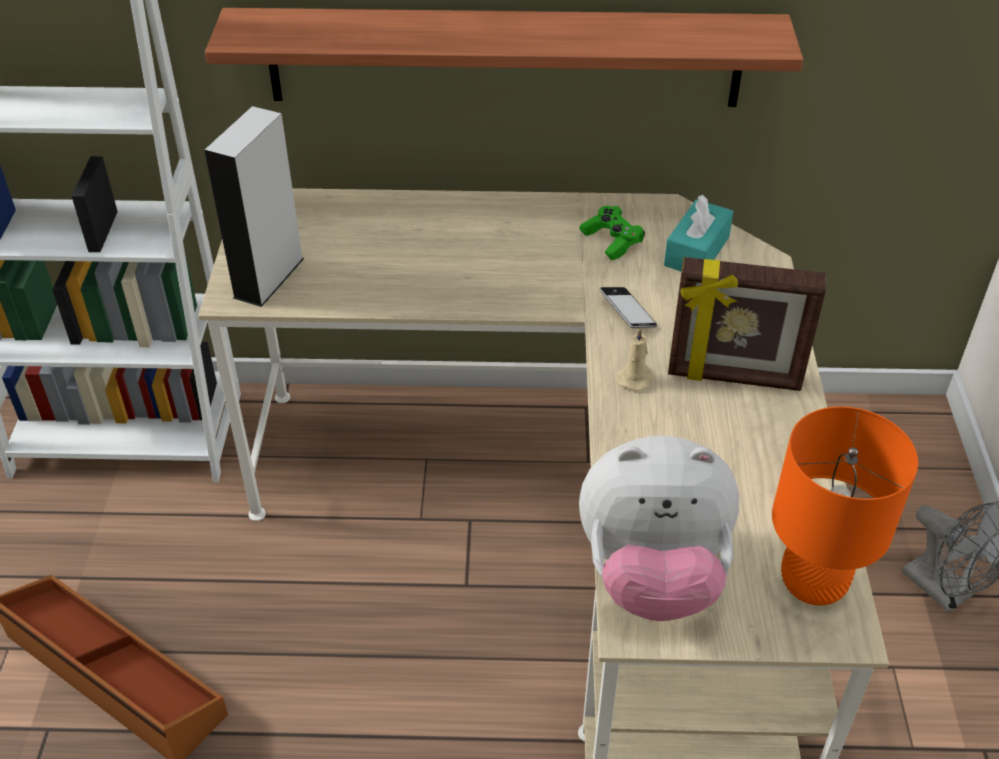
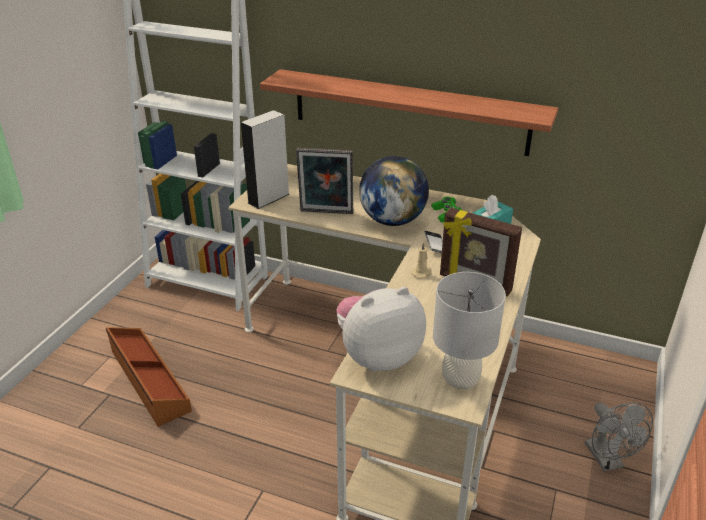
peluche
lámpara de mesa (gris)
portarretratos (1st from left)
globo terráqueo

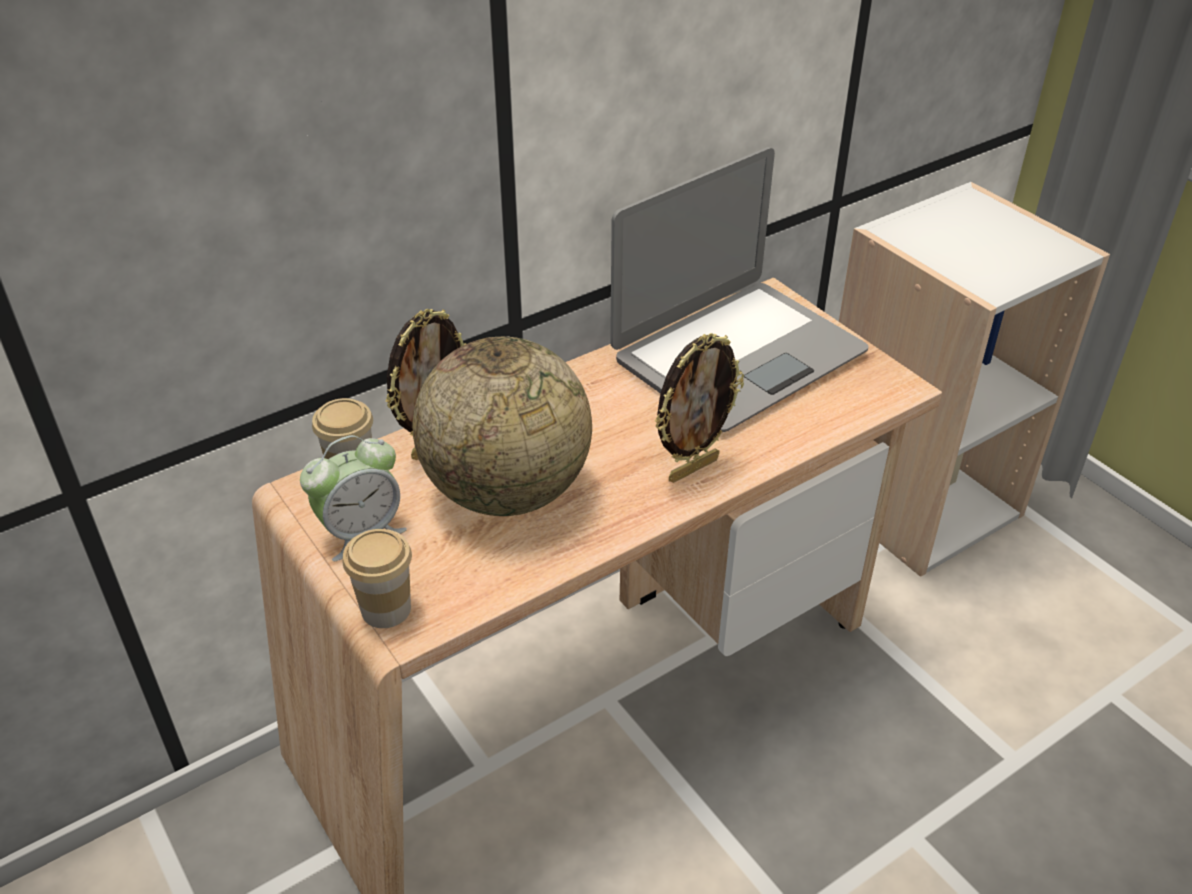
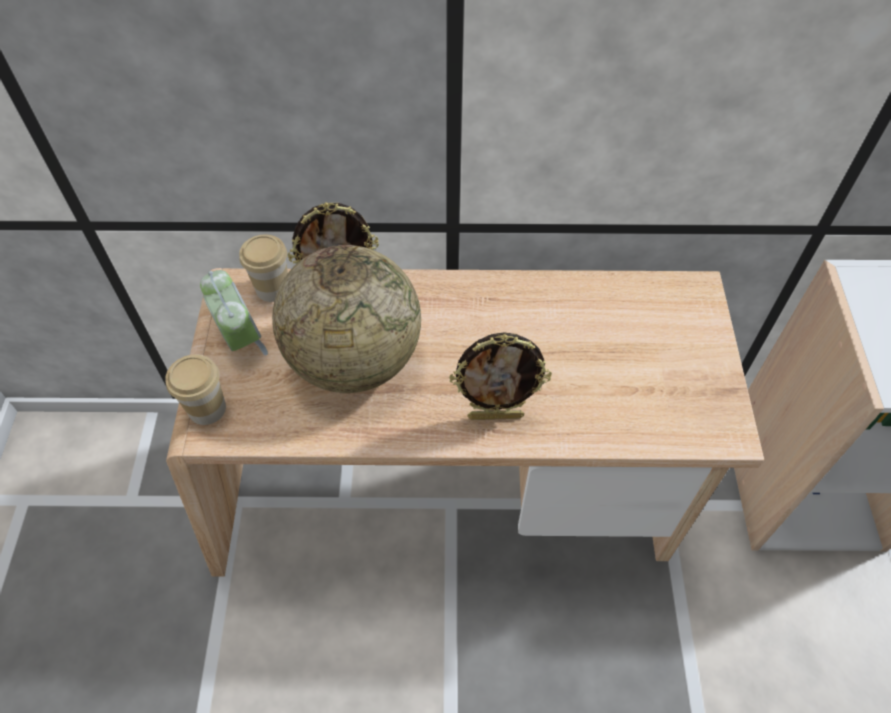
despertador
portátil

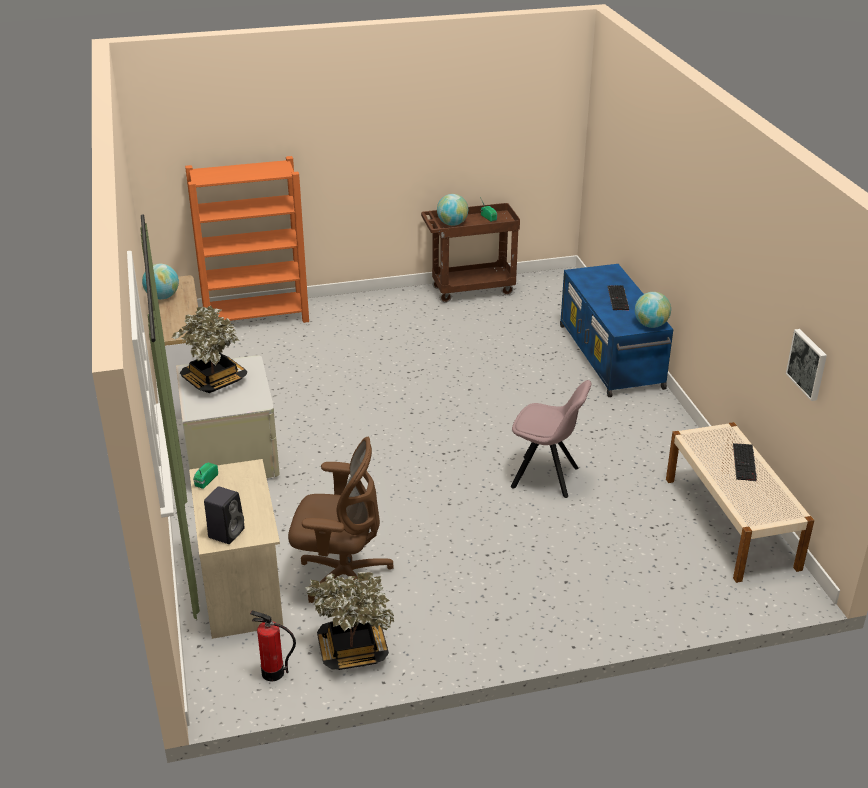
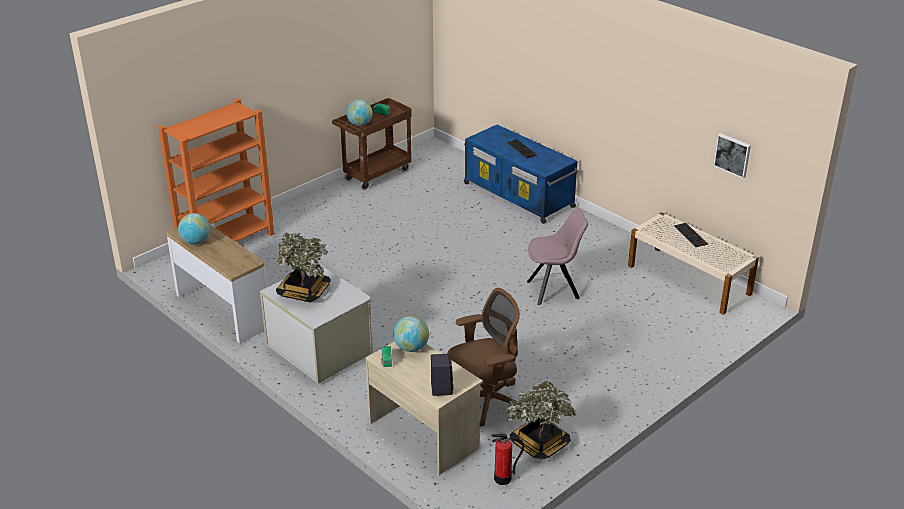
globo terráqueo (3rd from left)

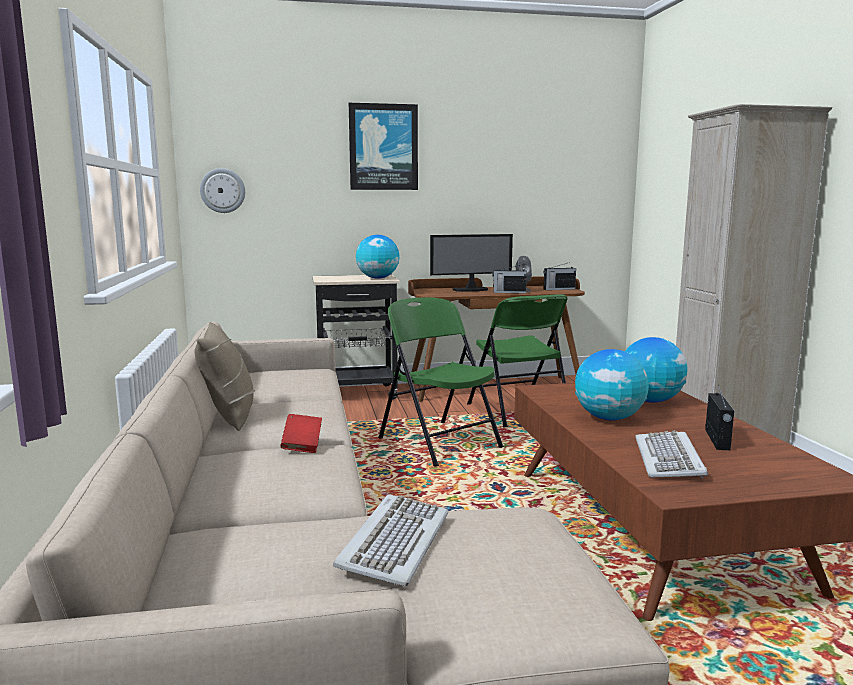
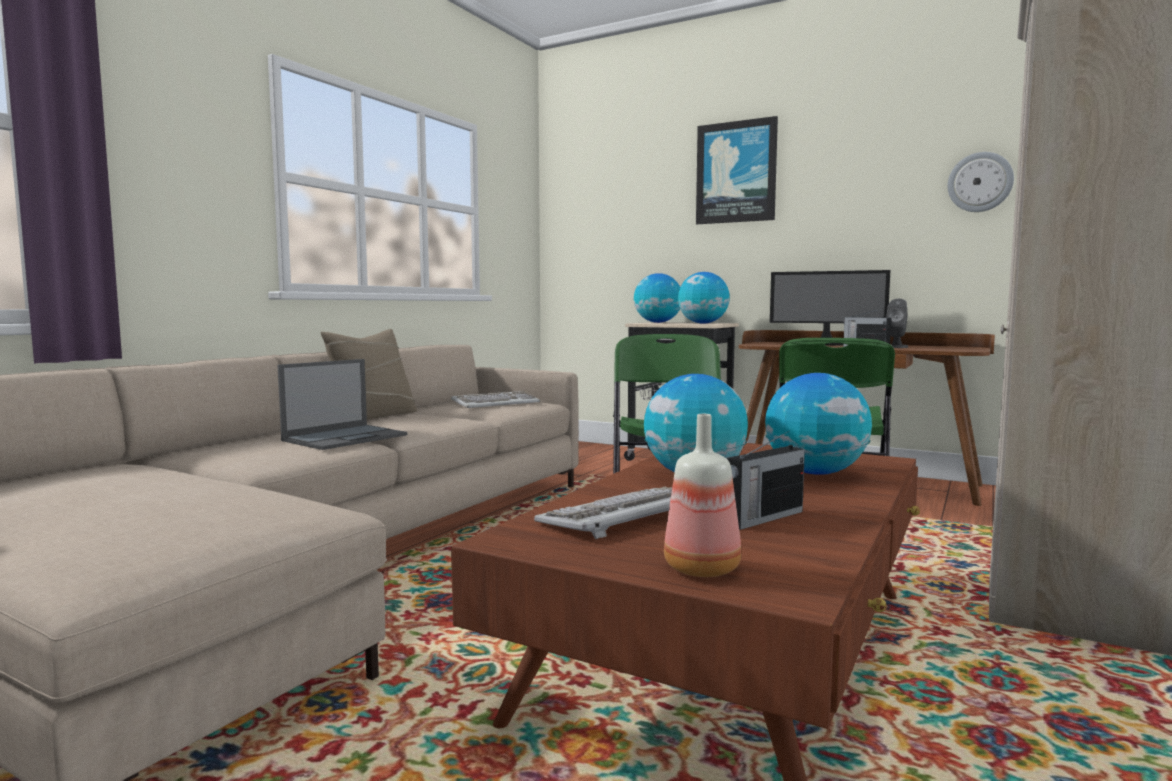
reloj de pared
portátil
teclado (1st from left)
radio (2nd from left in the first image)
globo terráqueo (1st from left)
botella

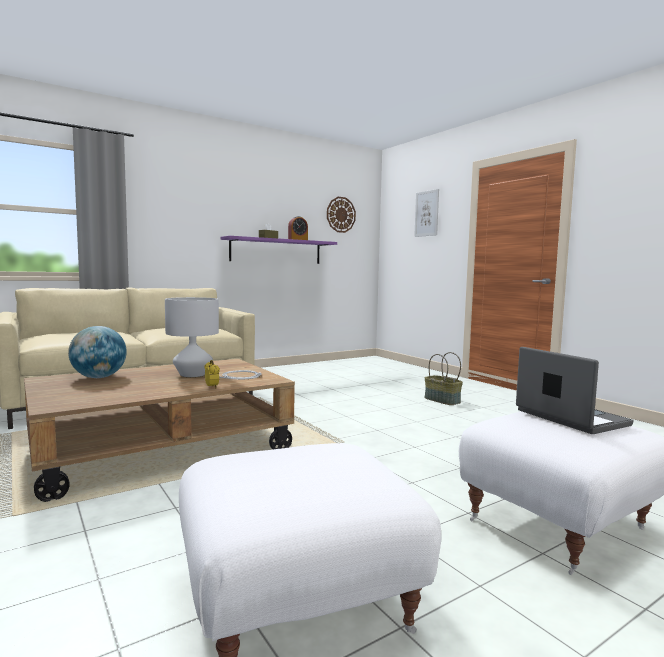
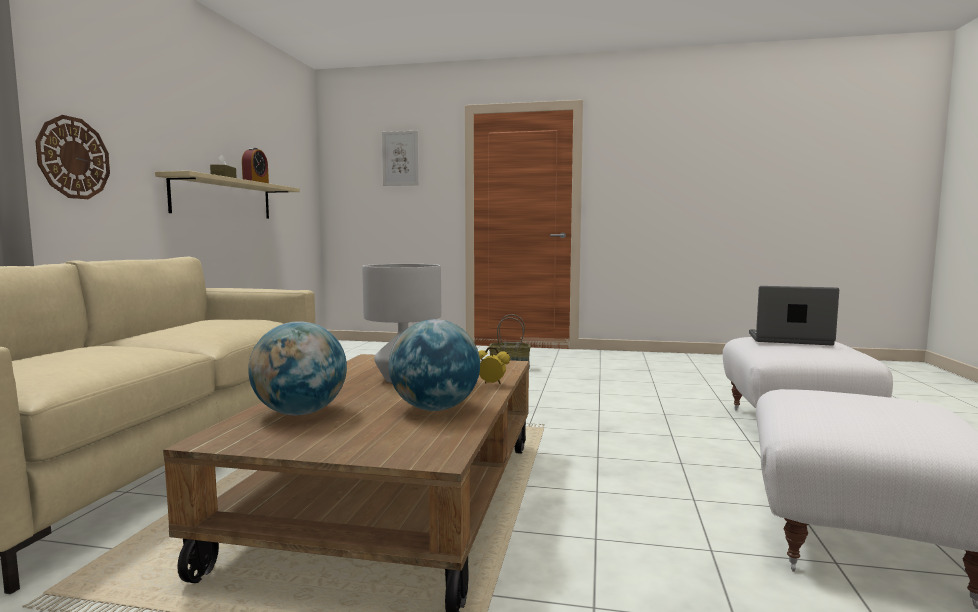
estante (beis)
reloj de pared
globo terráqueo (2nd from left)

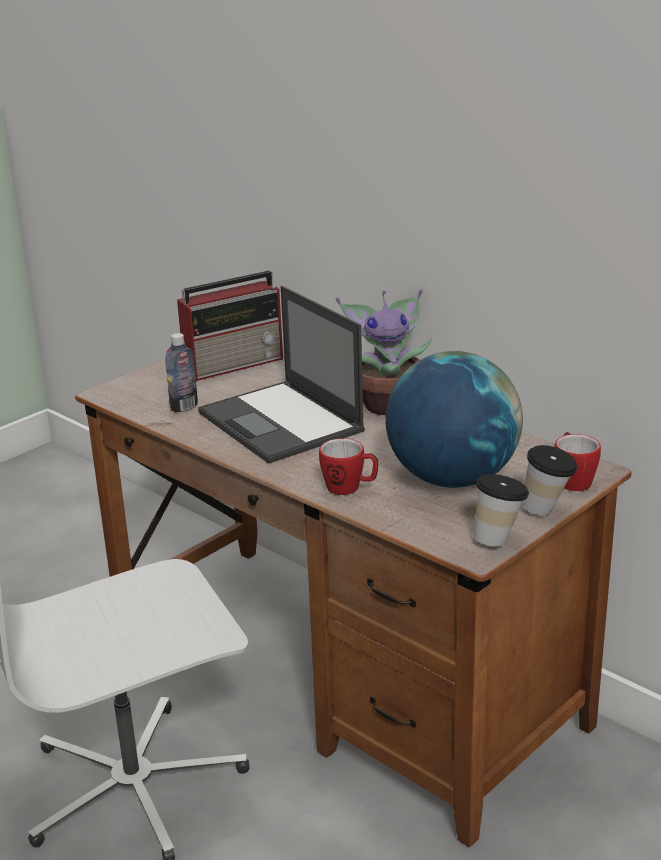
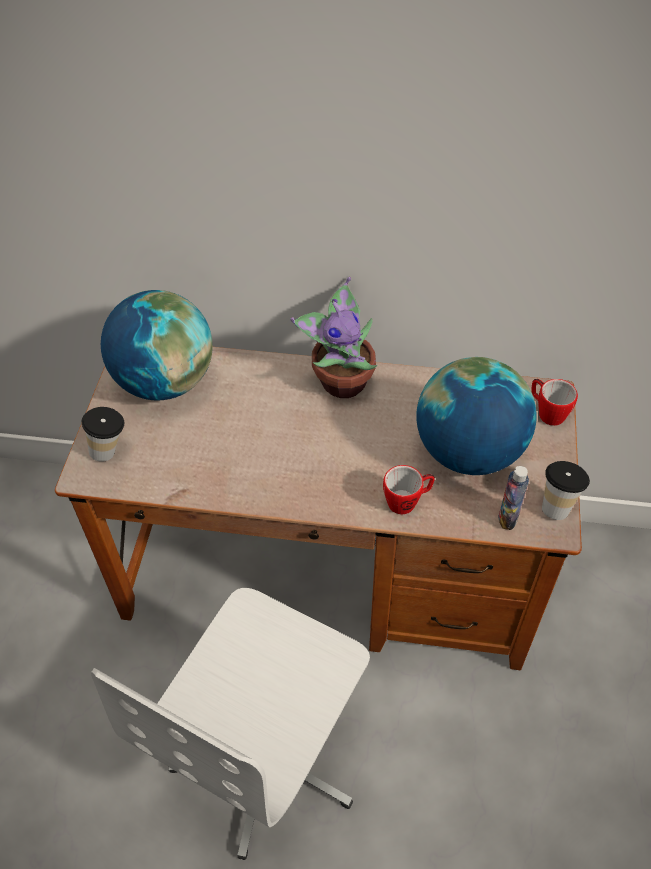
botella
globo terráqueo (1st from left)
portátil
taza (1st from left)

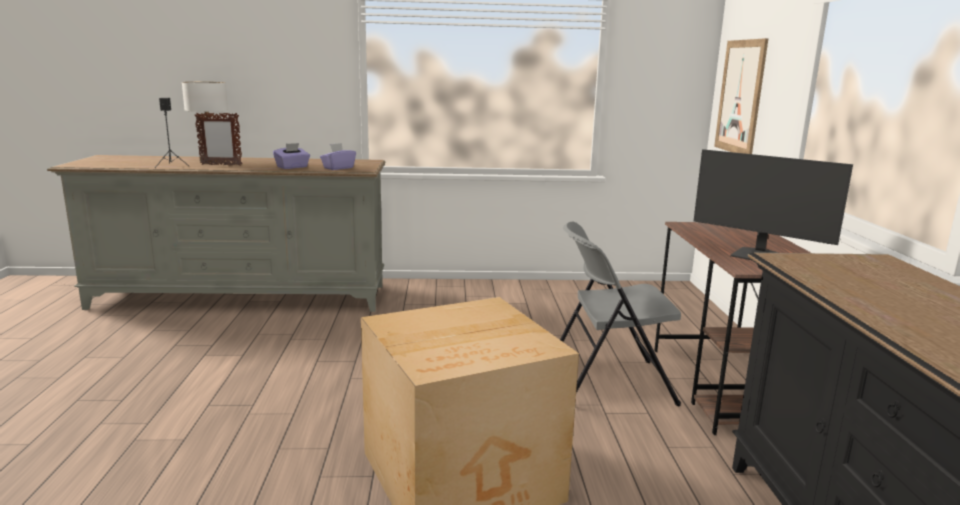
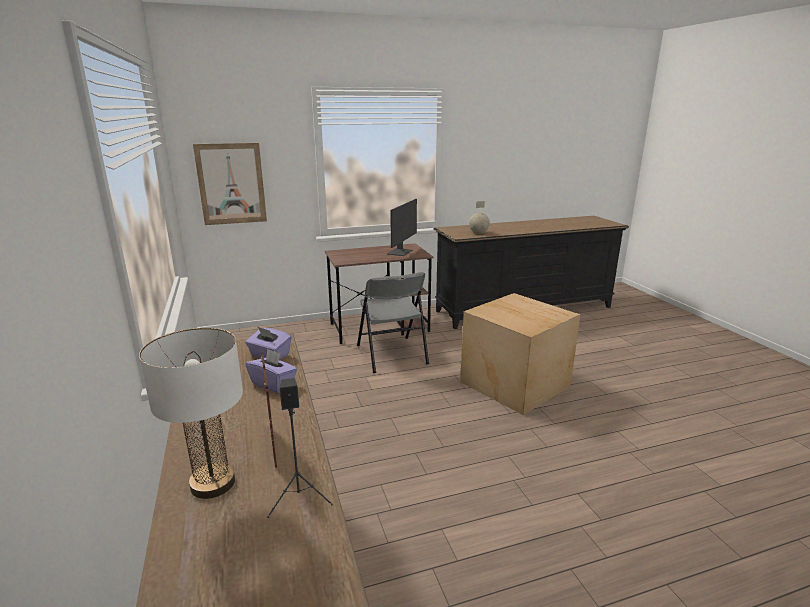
globo terráqueo

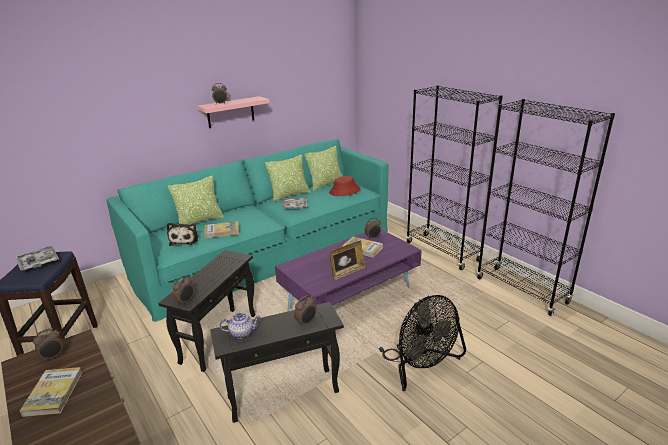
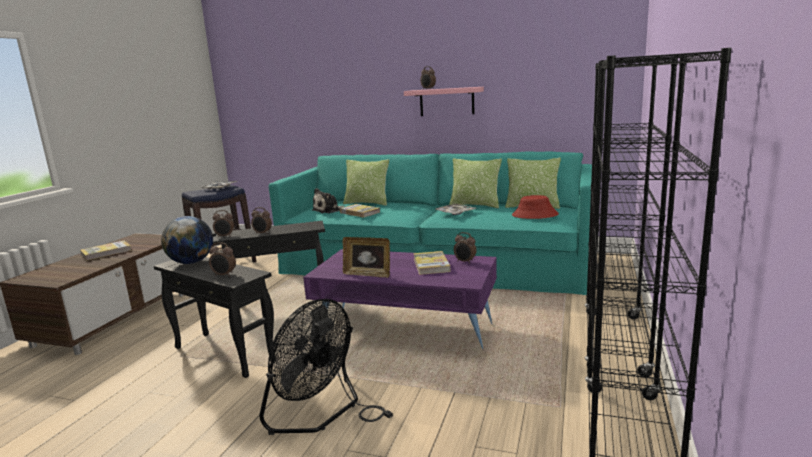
despertador (3rd from left)
globo terráqueo
ventilador (negro)

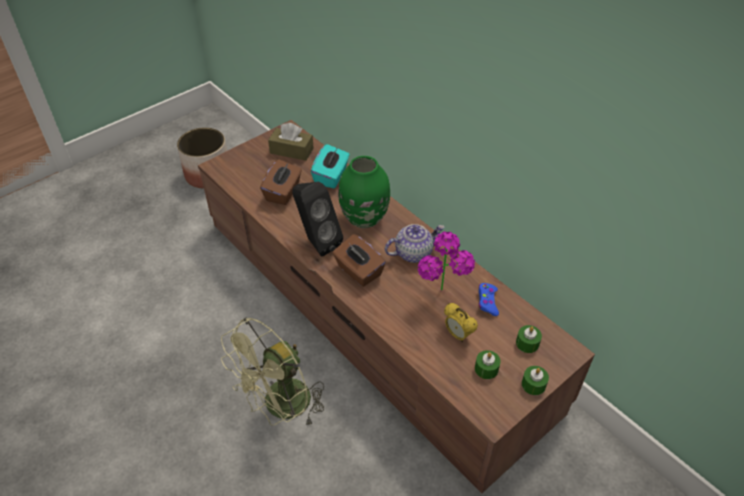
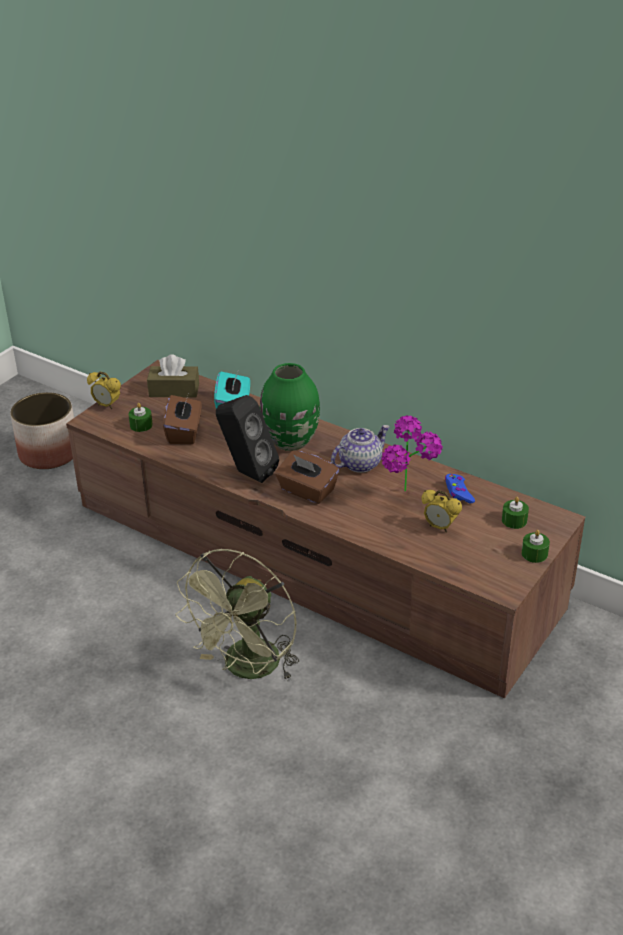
vela (verde) (1st from left)
despertador (1st from left)

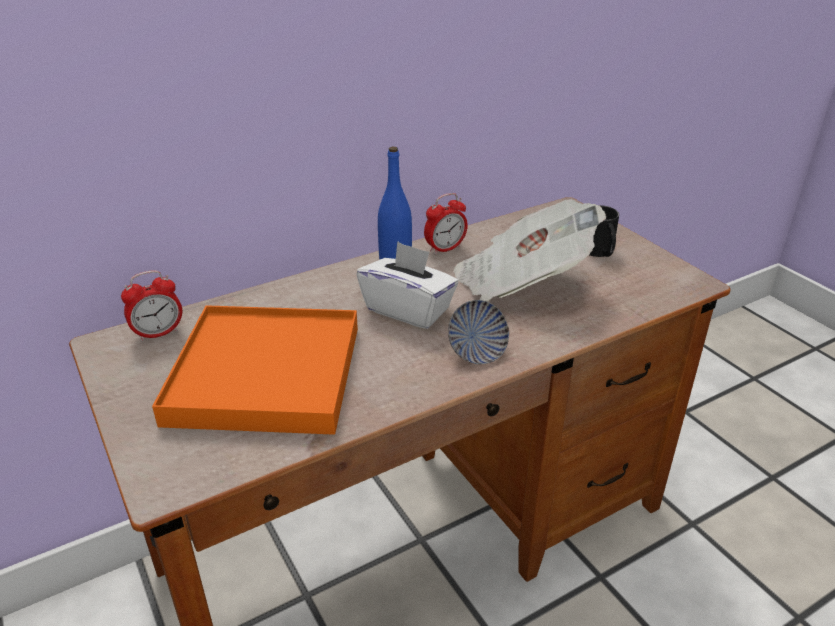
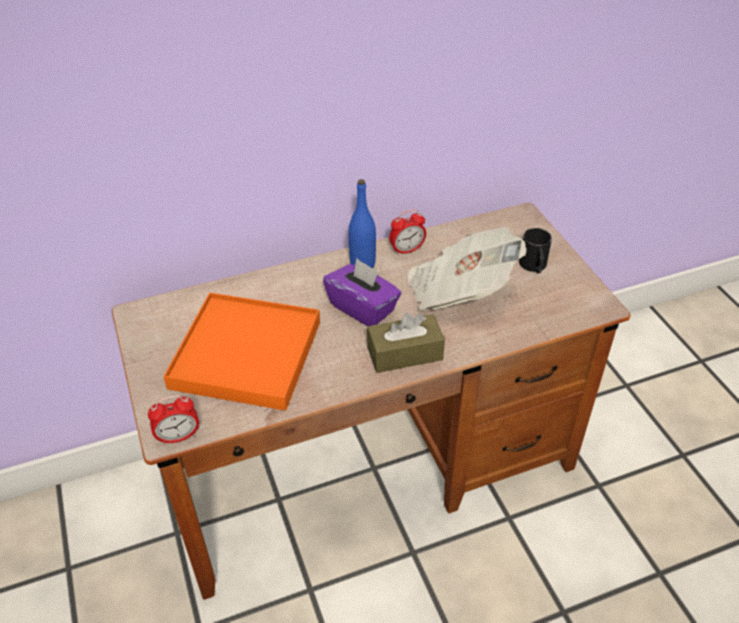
despertador (1st from left)
caja de pañuelos (morado)
caja de pañuelos (marrón)

